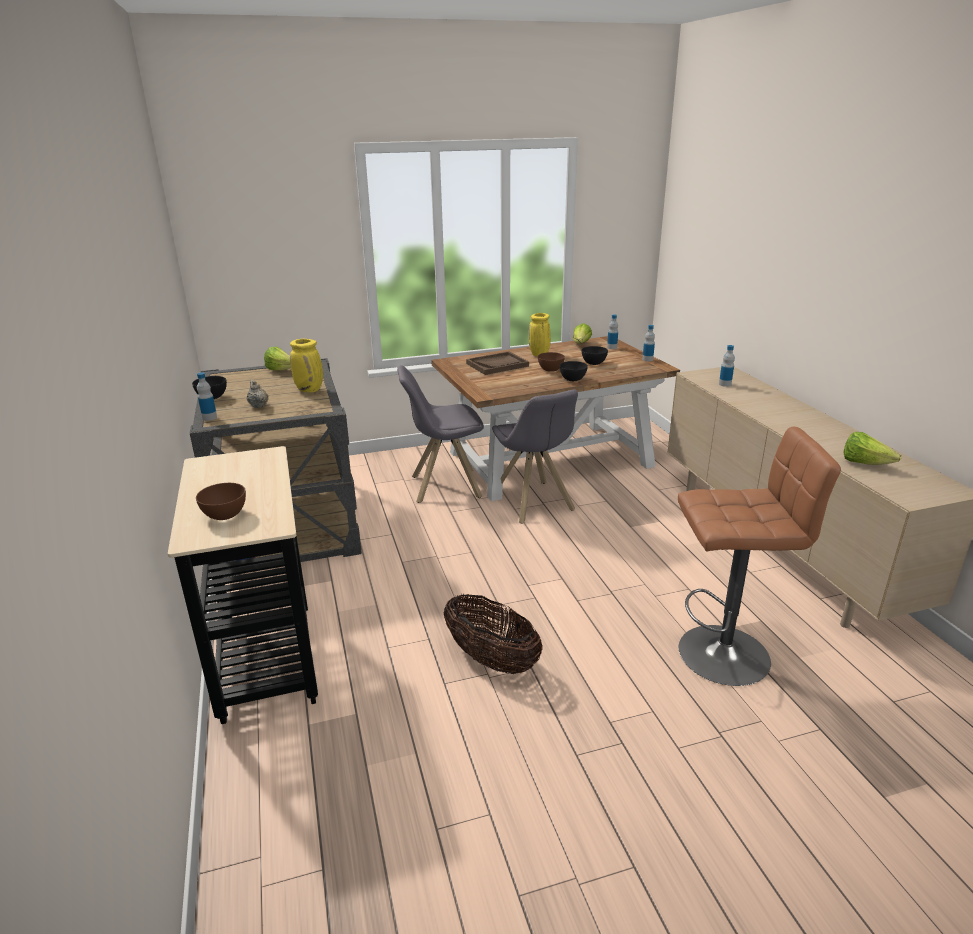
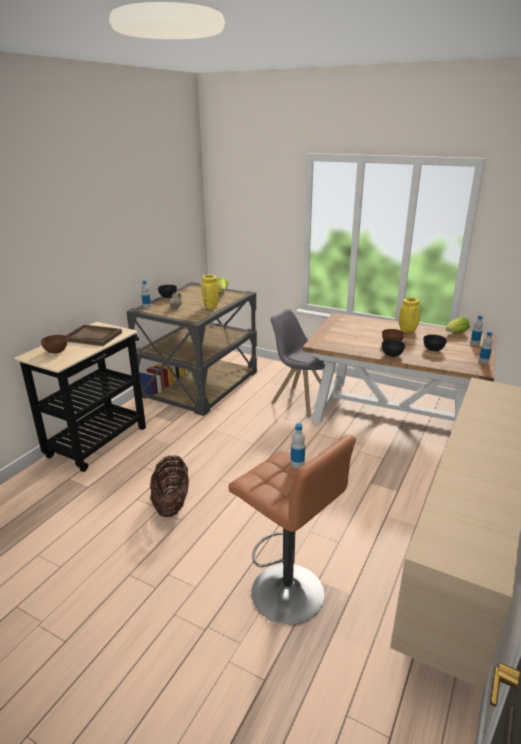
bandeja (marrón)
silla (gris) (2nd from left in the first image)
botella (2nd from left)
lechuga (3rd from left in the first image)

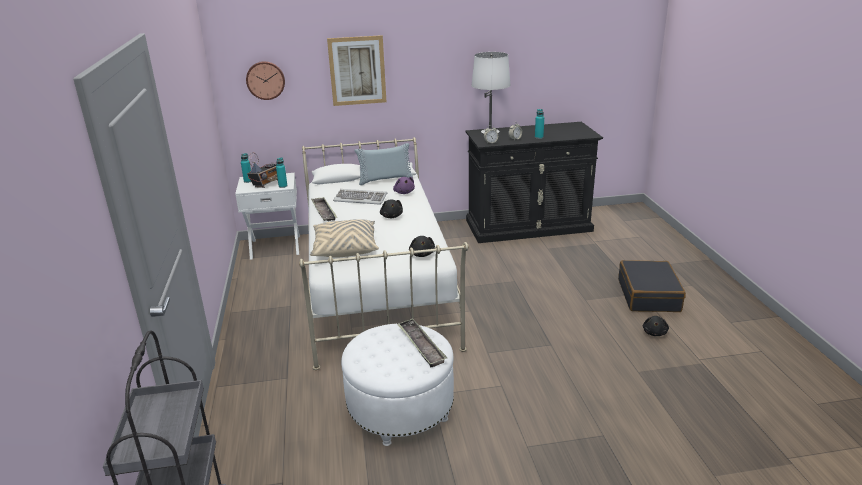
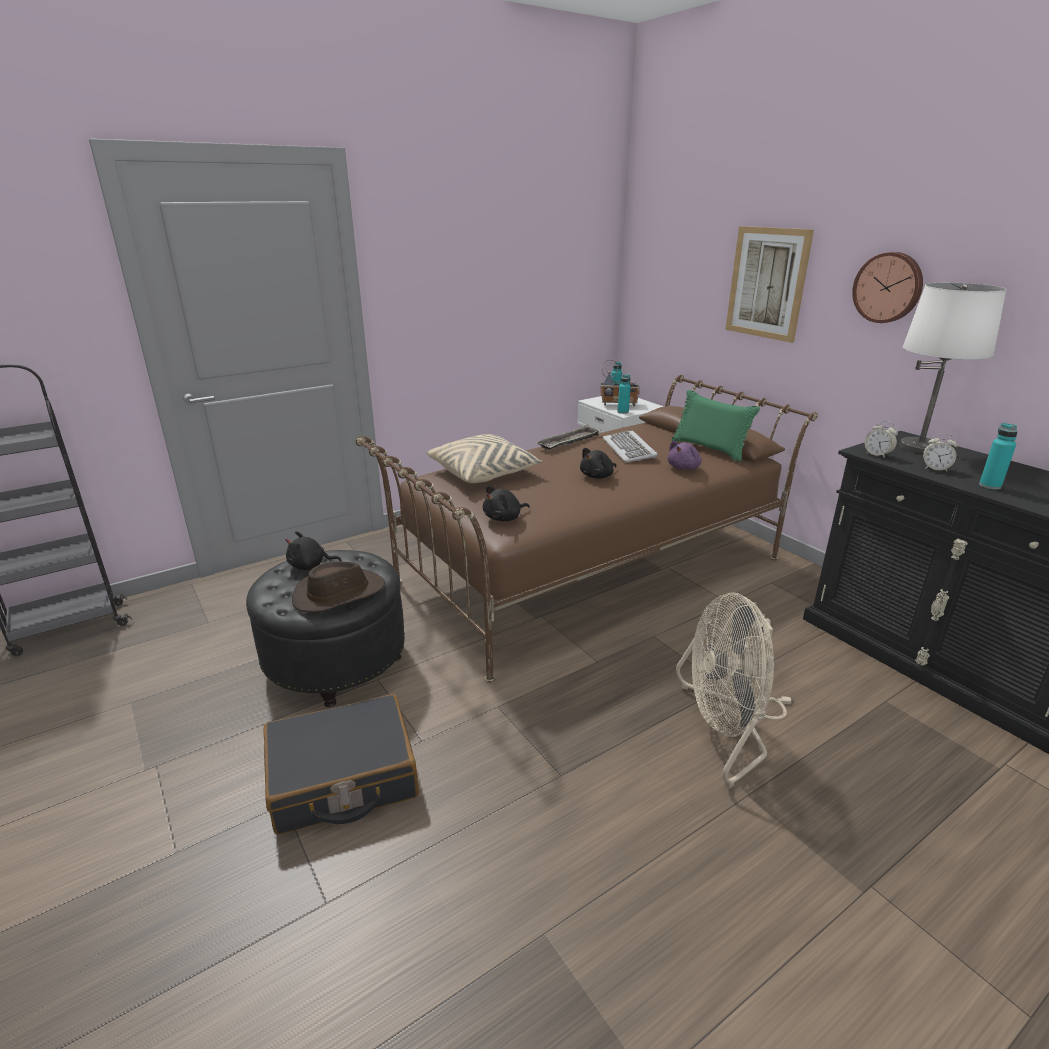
reloj de pared
cama (marrón)
puf (negro)
cojín (verde)
sombrero (marrón)
maleta (negro)
peluche (negro) (1st from left)
ventilador (beis)

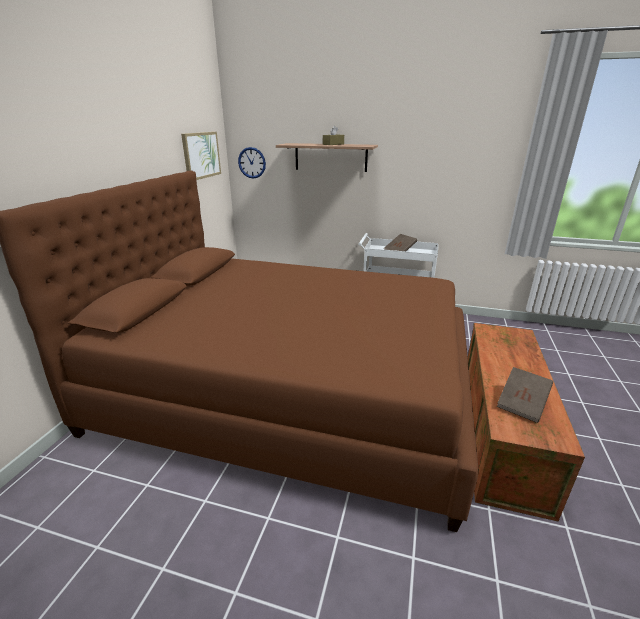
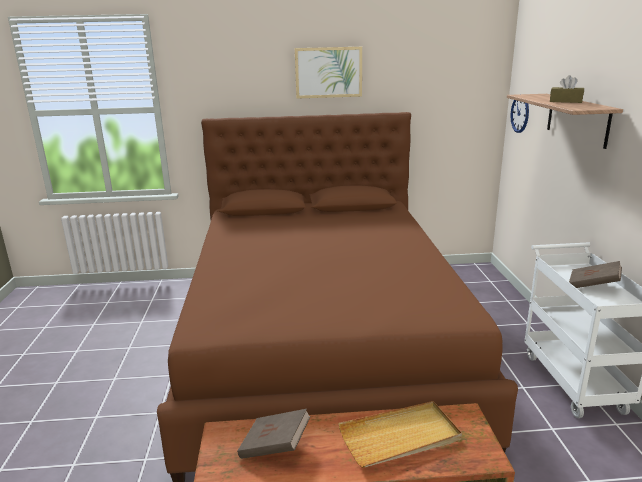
cuadro
bandeja (beis)

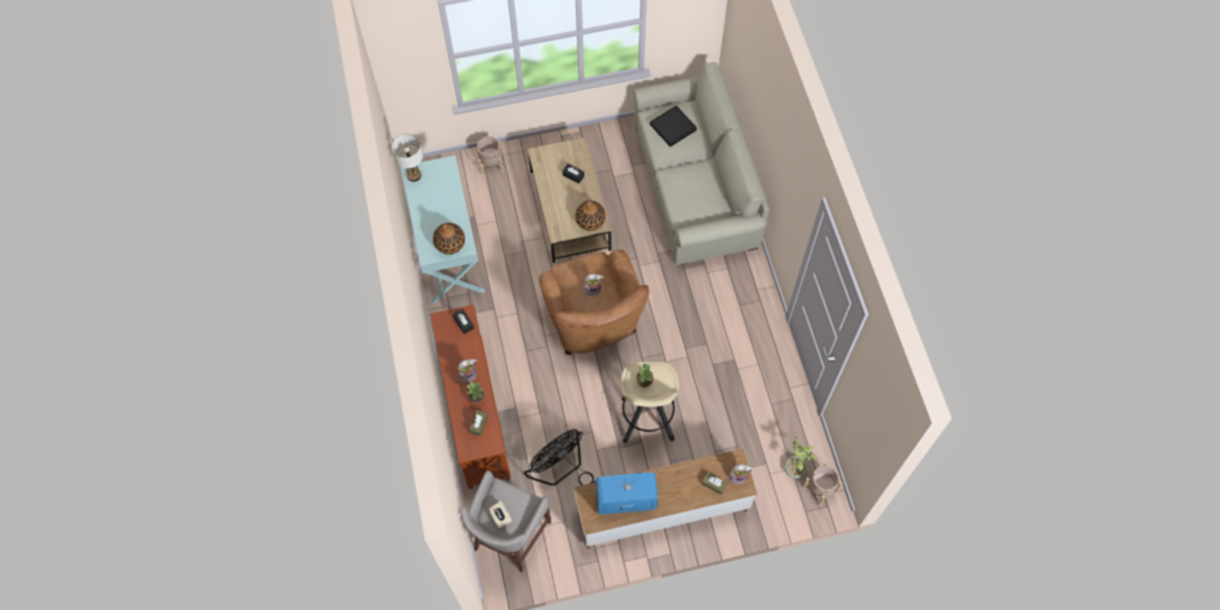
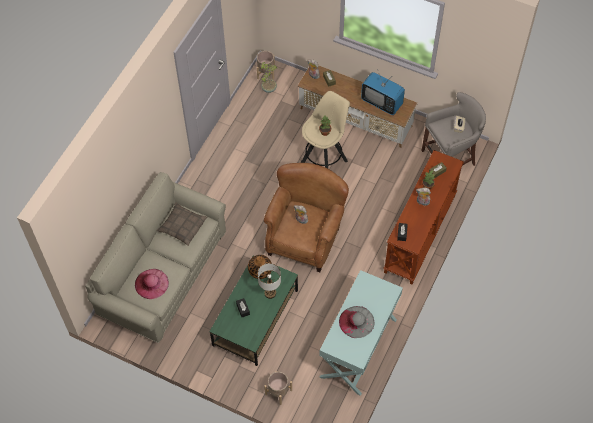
lámpara de mesa
florero (1st from left in the first image)
ventilador (negro)
mesa de centro (verde)
sombrero (rosa)
cojín
sombrero (gris)

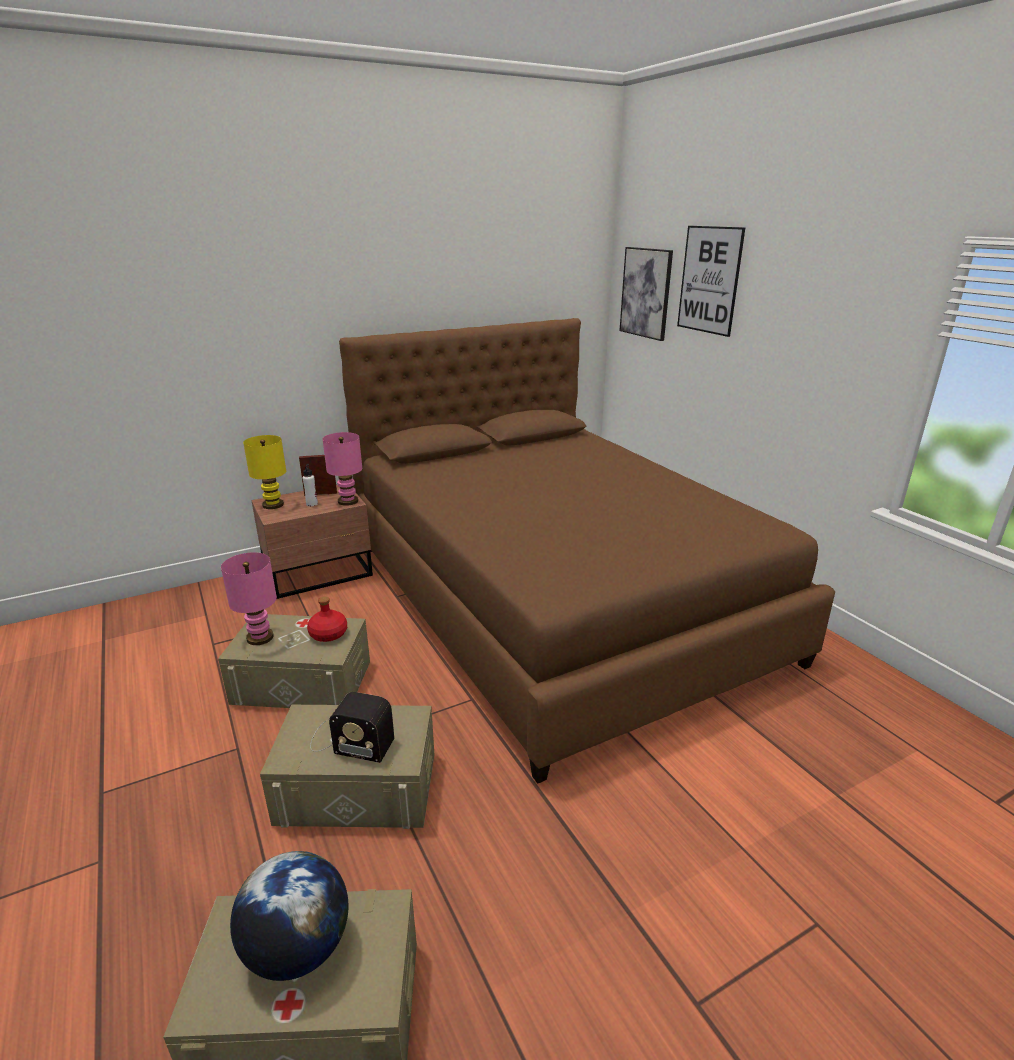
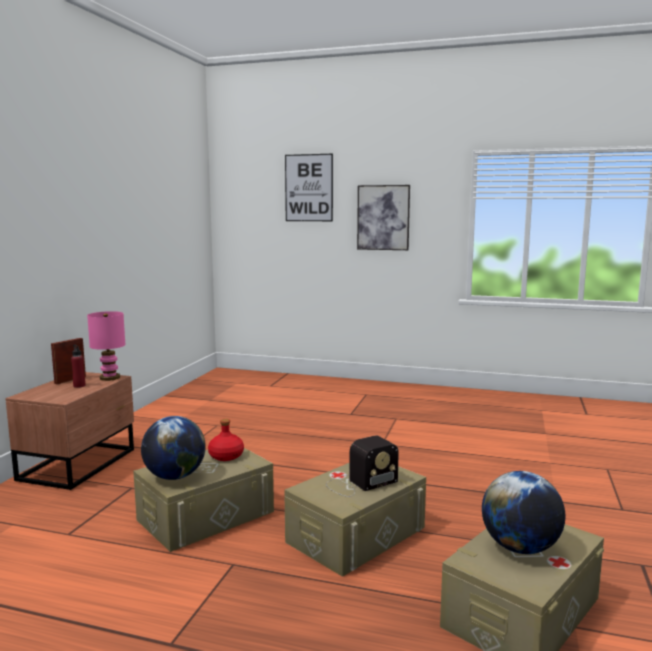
globo terráqueo (1st from left)
lámpara de mesa (amarillo)
botella (rojo) (1st from left)
cama (marrón)
cuadro (2nd from left)

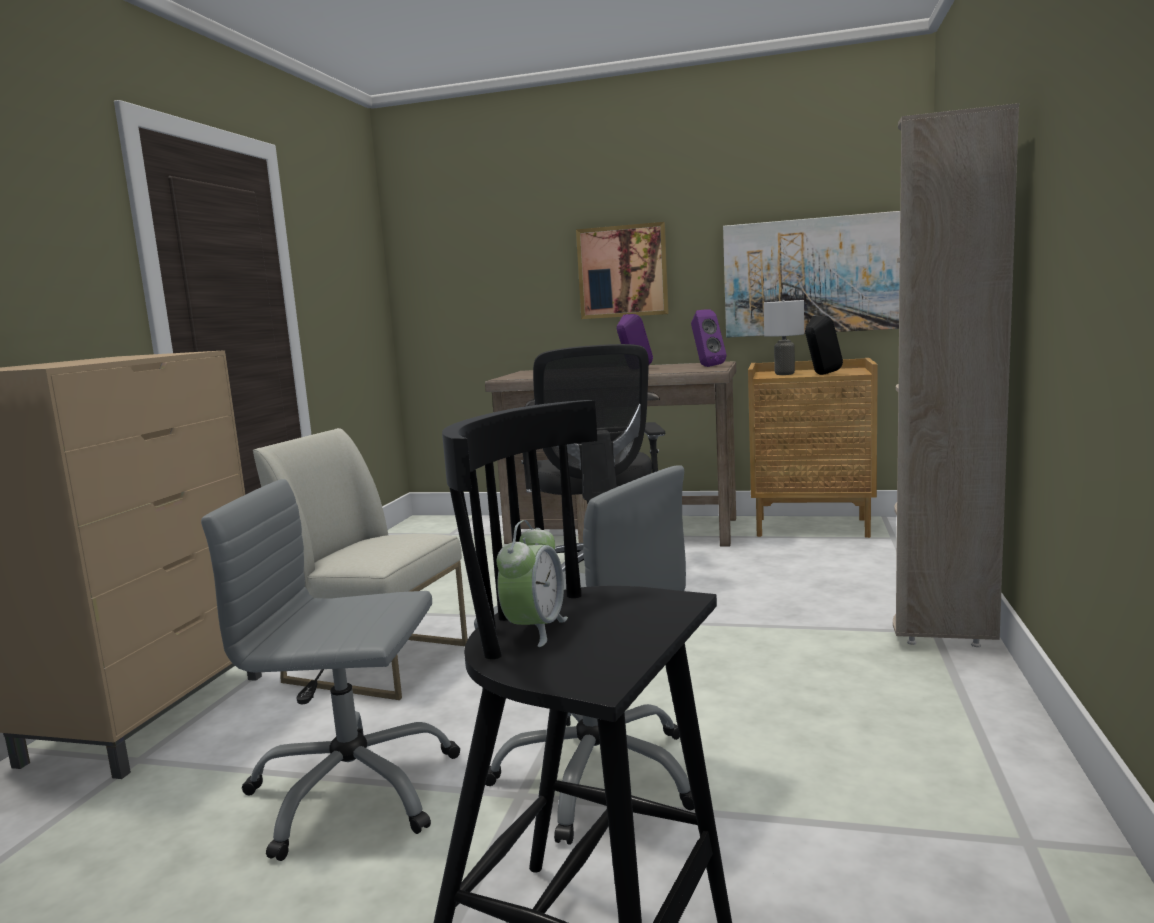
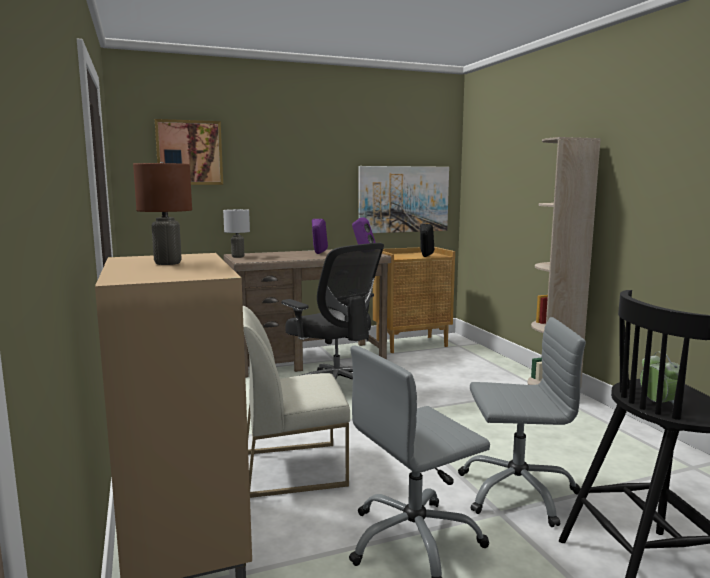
cuadro (1st from left)
lámpara de mesa (blanco)
lámpara de mesa (marrón)

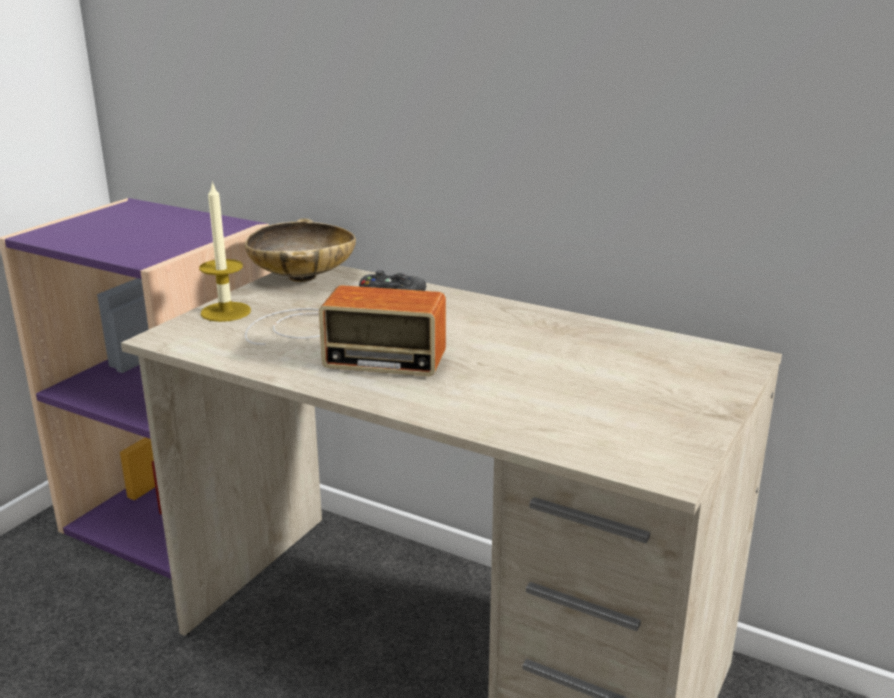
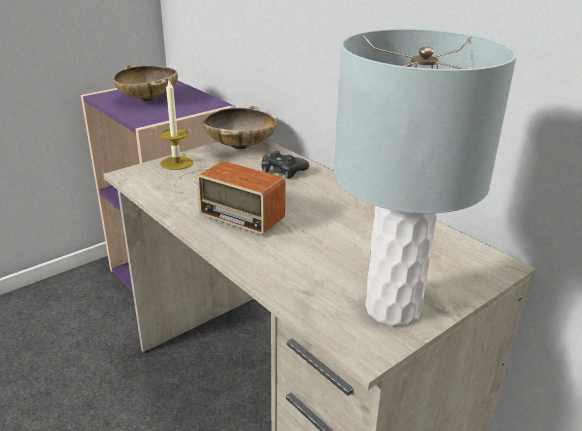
cuenco (beis) (1st from left)
lámpara de mesa (gris)

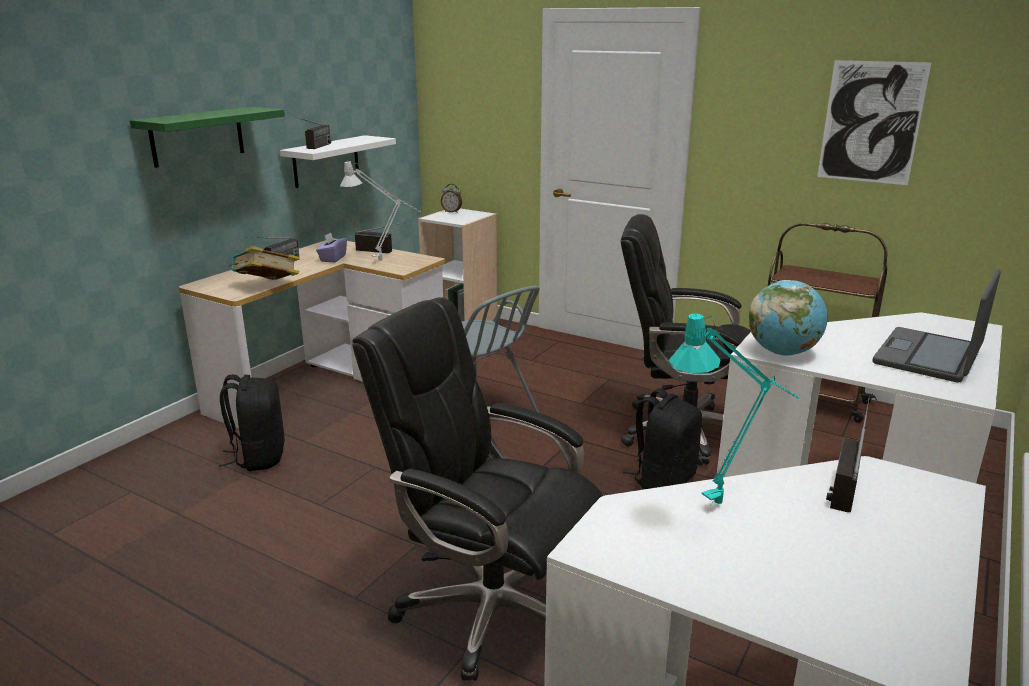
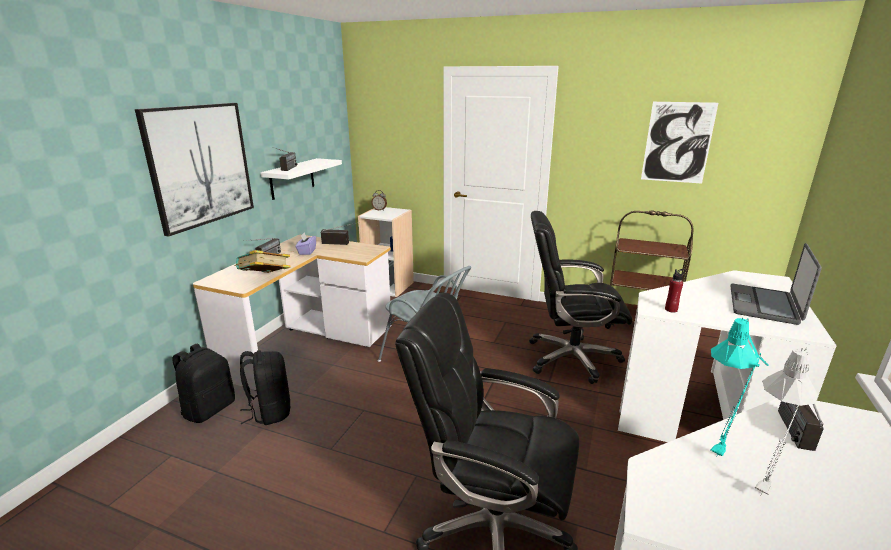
cuadro (1st from left)
lámpara de mesa (gris)
mochila (negro) (1st from left)
botella (rojo)

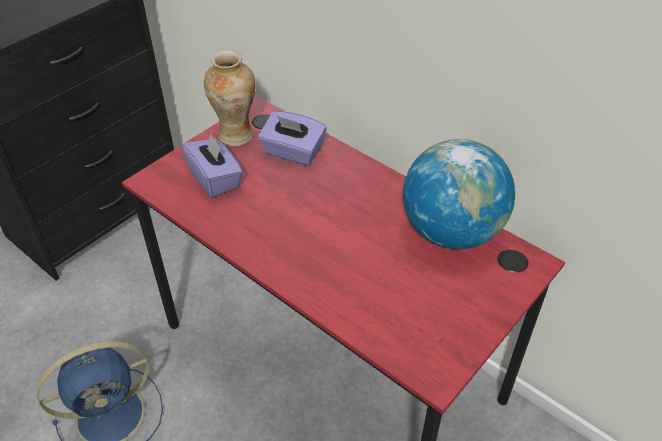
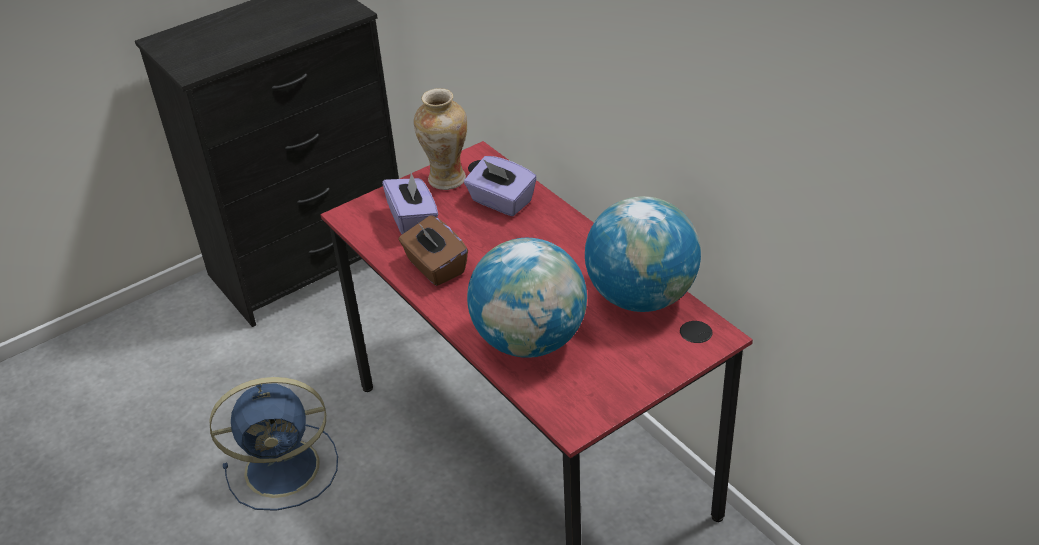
caja de pañuelos (marrón)
globo terráqueo (1st from left)

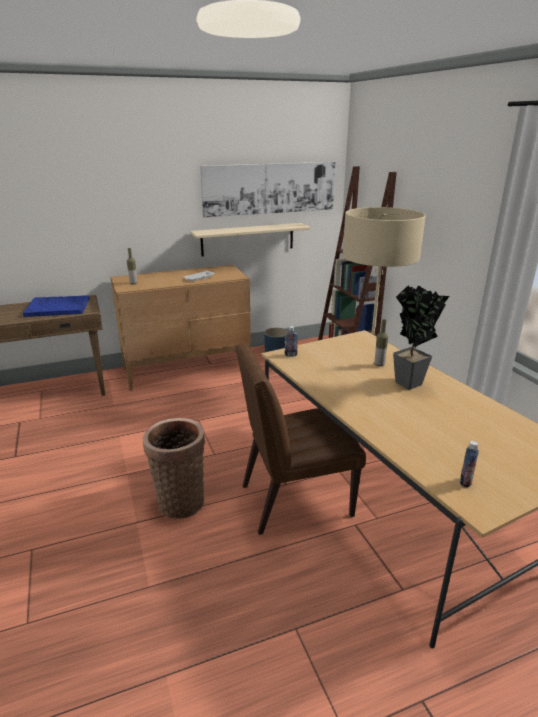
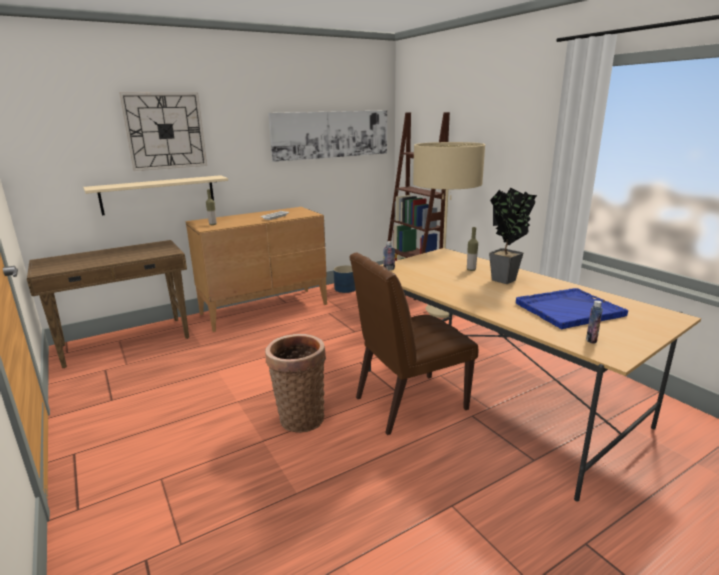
bandeja (azul)
estante (beis)
reloj de pared

